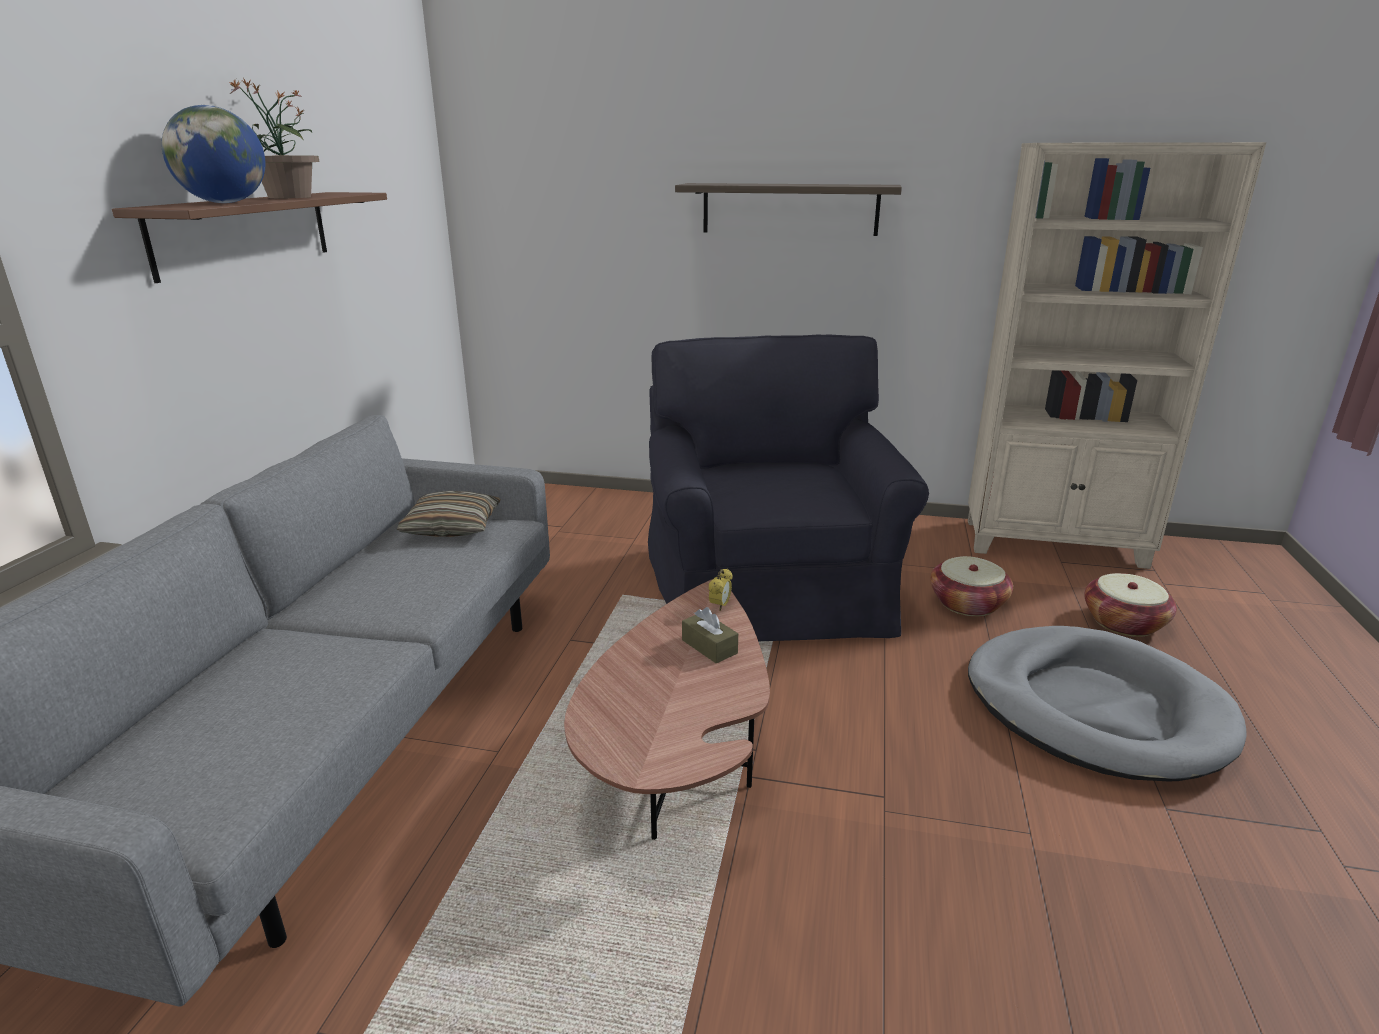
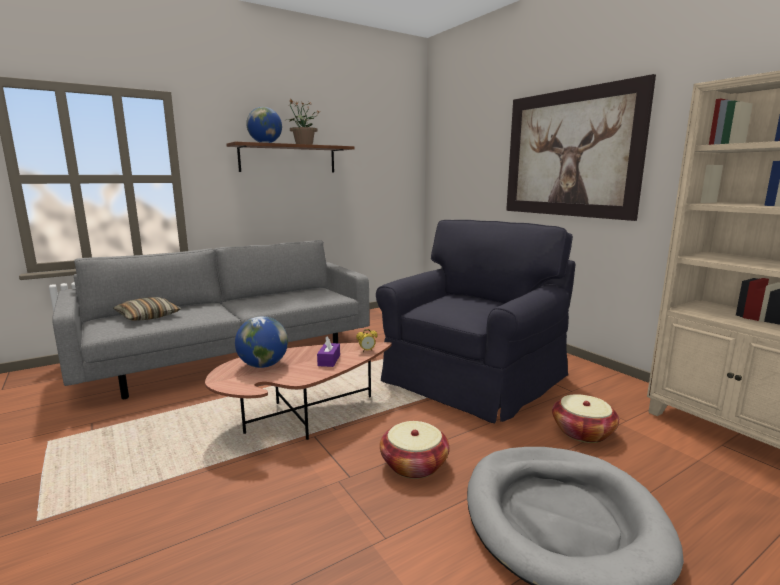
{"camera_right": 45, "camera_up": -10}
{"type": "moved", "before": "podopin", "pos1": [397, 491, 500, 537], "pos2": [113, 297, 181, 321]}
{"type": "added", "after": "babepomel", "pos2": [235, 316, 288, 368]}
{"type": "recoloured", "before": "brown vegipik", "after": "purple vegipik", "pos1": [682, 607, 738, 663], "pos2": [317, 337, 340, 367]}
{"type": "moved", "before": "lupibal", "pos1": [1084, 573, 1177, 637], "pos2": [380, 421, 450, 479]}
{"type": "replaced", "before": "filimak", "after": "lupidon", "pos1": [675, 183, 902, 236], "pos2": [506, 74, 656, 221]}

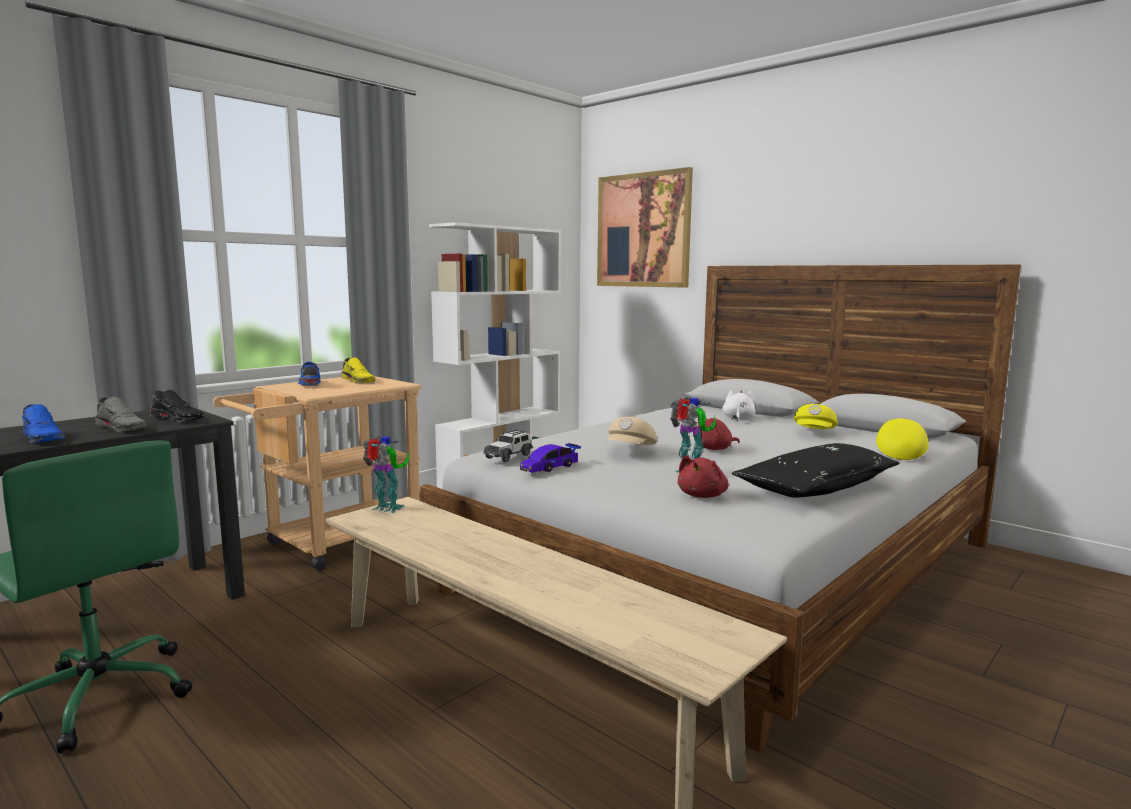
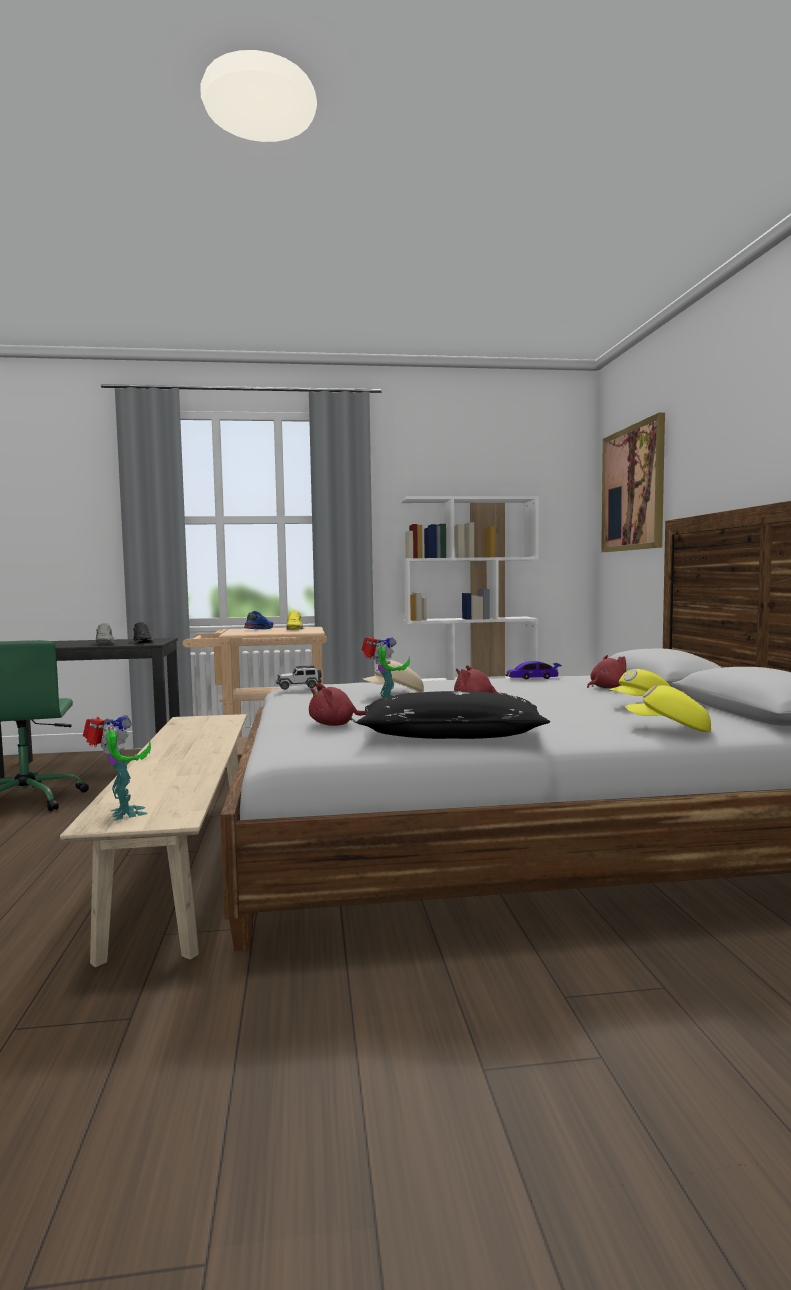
{"camera_right": 40, "camera_up": -5}
{"type": "moved", "before": "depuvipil", "pos1": [362, 436, 409, 513], "pos2": [83, 715, 151, 821]}
{"type": "moved", "before": "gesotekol", "pos1": [520, 443, 581, 473], "pos2": [505, 661, 562, 680]}
{"type": "recoloured", "before": "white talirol", "after": "red talirol", "pos1": [722, 390, 755, 421], "pos2": [587, 655, 626, 688]}
{"type": "turned", "before": "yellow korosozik", "pos1": [876, 418, 928, 460], "pos2": [625, 685, 711, 732], "turn": -135}
{"type": "removed", "before": "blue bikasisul", "pos1": [22, 404, 65, 443]}

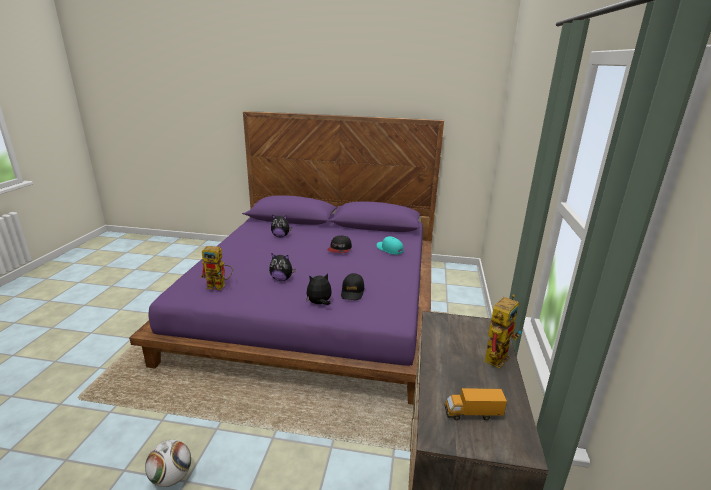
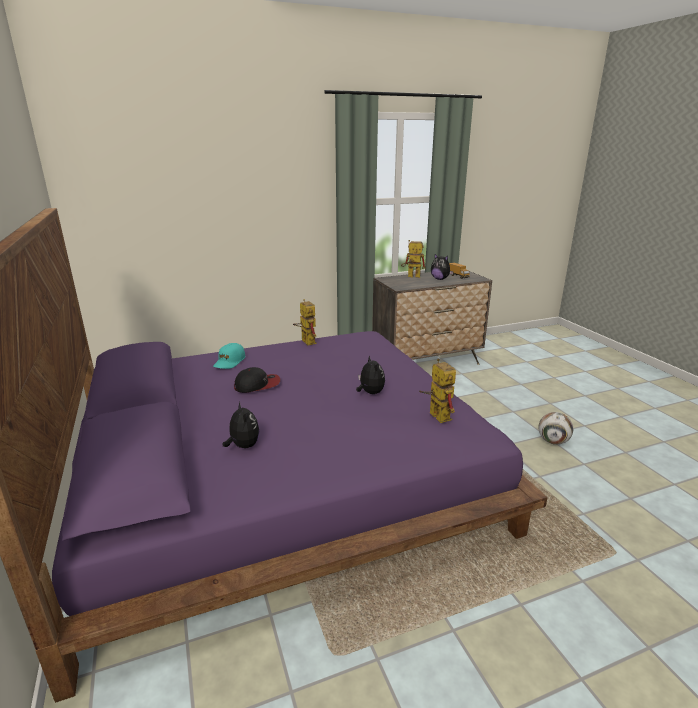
{"camera_right": -120, "camera_up": 0}
{"type": "added", "after": "depuvipil", "pos2": [293, 299, 317, 345]}
{"type": "moved", "before": "talirol", "pos1": [306, 273, 332, 305], "pos2": [431, 254, 454, 280]}
{"type": "removed", "before": "black korosozik", "pos1": [341, 273, 364, 300]}

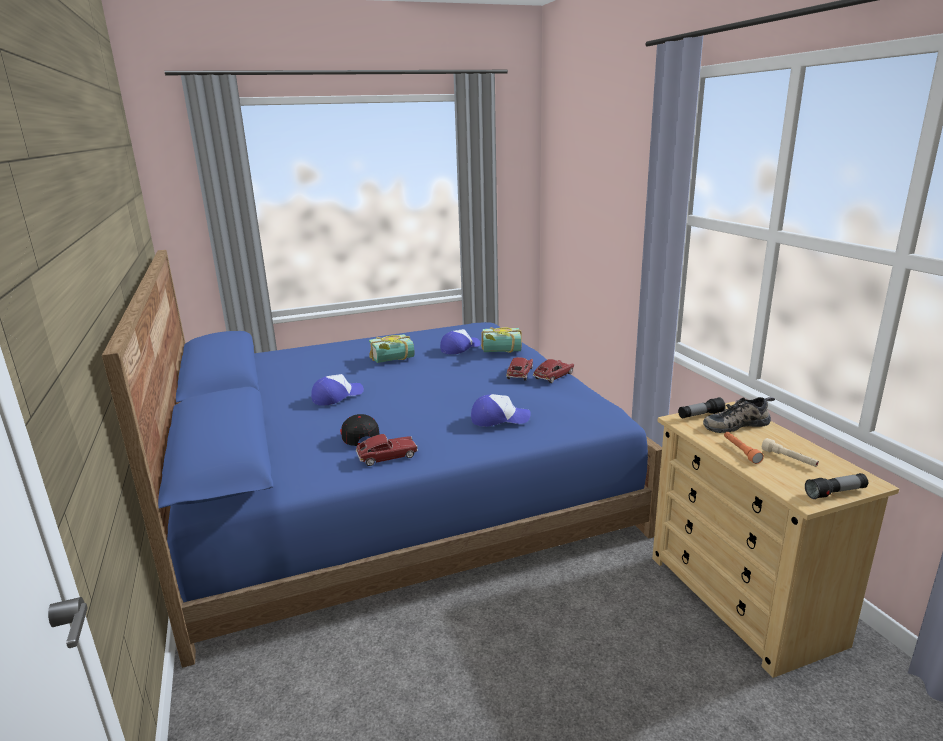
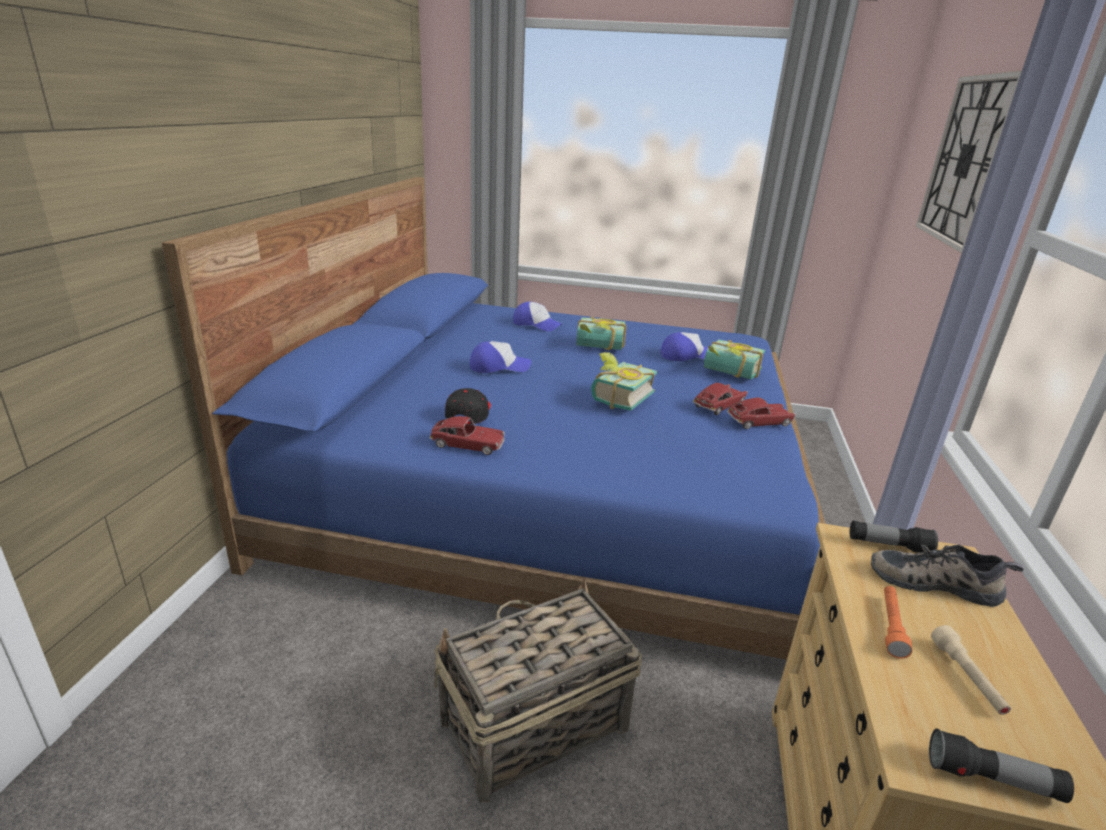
{"camera_right": 30, "camera_up": 5}
{"type": "added", "after": "lupibal", "pos2": [434, 579, 642, 802]}
{"type": "moved", "before": "korosozik", "pos1": [471, 394, 531, 427], "pos2": [513, 302, 562, 331]}
{"type": "added", "after": "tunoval", "pos2": [591, 352, 657, 411]}
{"type": "added", "after": "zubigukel", "pos2": [916, 70, 1022, 253]}

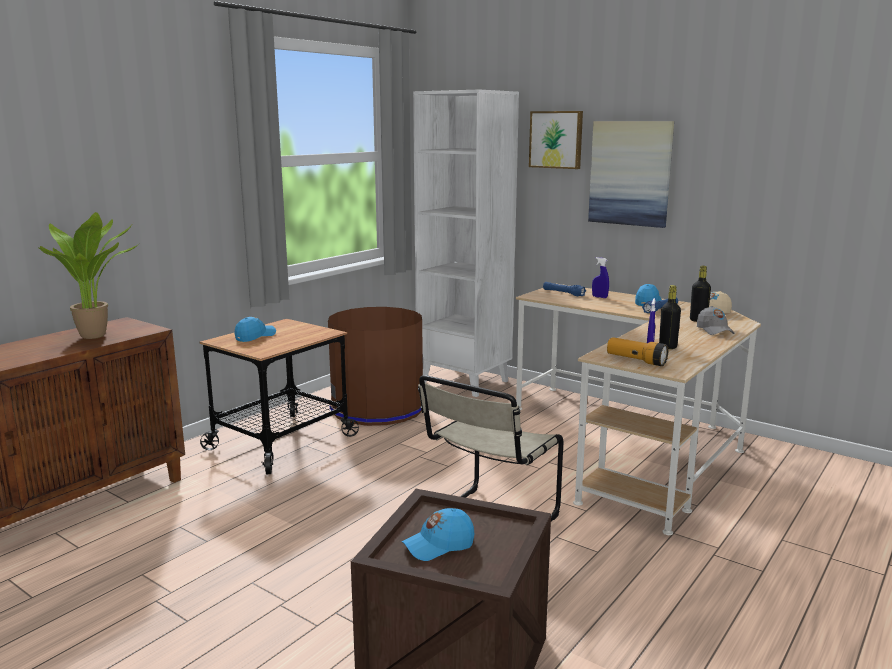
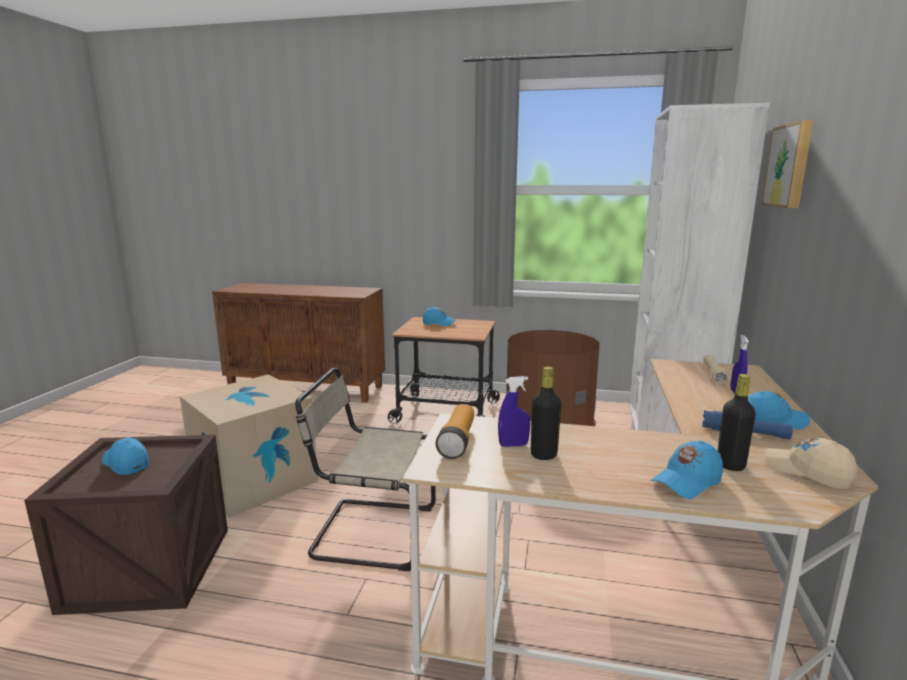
{"camera_right": 65, "camera_up": 0}
{"type": "added", "after": "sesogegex", "pos2": [180, 374, 318, 518]}
{"type": "recoloured", "before": "grey korosozik", "after": "blue korosozik", "pos1": [697, 306, 734, 335], "pos2": [651, 441, 723, 499]}
{"type": "recoloured", "before": "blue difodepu", "after": "beige difodepu", "pos1": [543, 282, 586, 296], "pos2": [703, 354, 728, 384]}
{"type": "removed", "before": "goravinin", "pos1": [38, 212, 138, 339]}
{"type": "removed", "before": "lupidon", "pos1": [588, 121, 674, 228]}

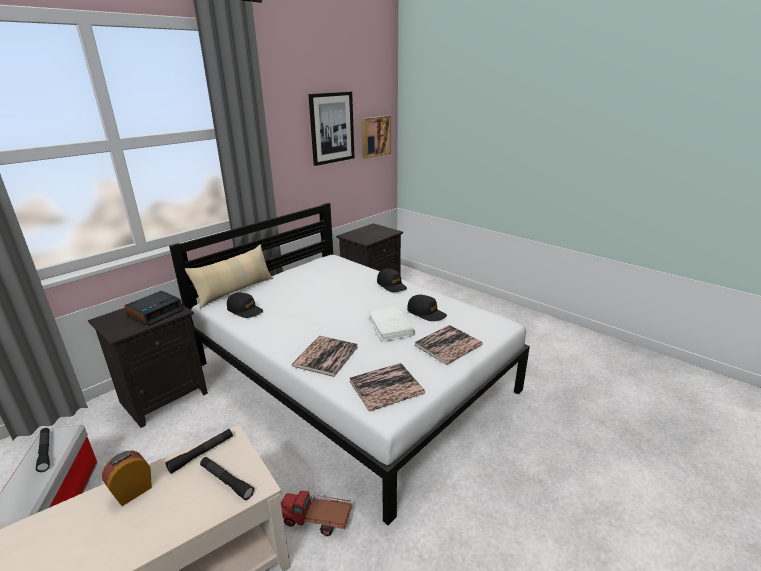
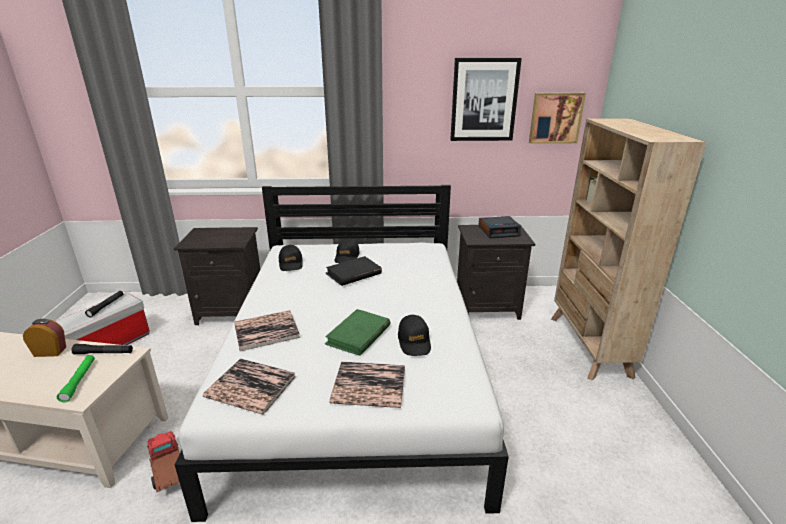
{"camera_right": 45, "camera_up": 0}
{"type": "recoloured", "before": "black difodepu", "after": "green difodepu", "pos1": [200, 457, 254, 500], "pos2": [57, 355, 95, 402]}
{"type": "recoloured", "before": "white tunoval", "after": "green tunoval", "pos1": [368, 307, 415, 341], "pos2": [325, 309, 390, 356]}
{"type": "added", "after": "black tunoval", "pos2": [326, 256, 382, 286]}
{"type": "moved", "before": "black korosozik", "pos1": [377, 268, 407, 292], "pos2": [334, 239, 360, 263]}
{"type": "moved", "before": "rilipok", "pos1": [125, 291, 184, 326], "pos2": [478, 216, 521, 238]}
{"type": "added", "after": "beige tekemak", "pos2": [551, 118, 707, 380]}
{"type": "removed", "before": "beige podopin", "pos1": [185, 244, 273, 308]}

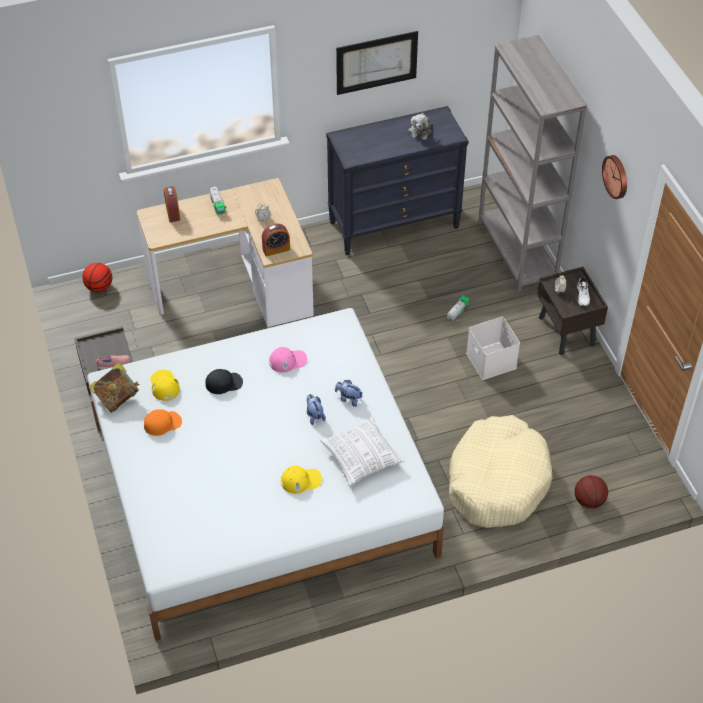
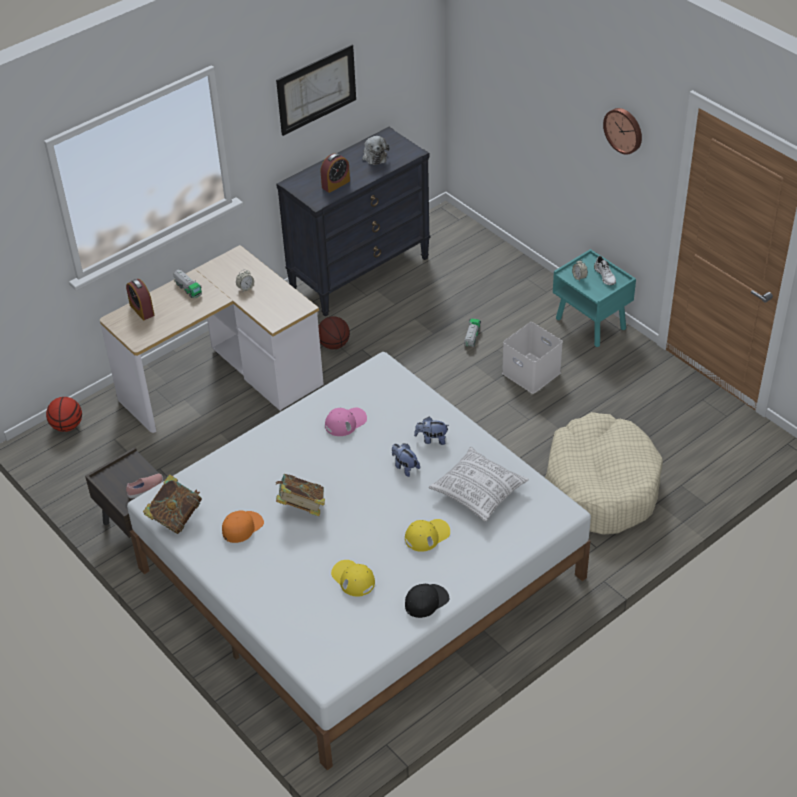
{"camera_right": -20, "camera_up": -5}
{"type": "added", "after": "tunoval", "pos2": [276, 474, 325, 516]}
{"type": "moved", "before": "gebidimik", "pos1": [575, 475, 608, 509], "pos2": [318, 316, 350, 349]}
{"type": "moved", "before": "rilipok", "pos1": [262, 224, 290, 257], "pos2": [321, 153, 350, 193]}
{"type": "moved", "before": "yellow korosozik", "pos1": [150, 370, 180, 401], "pos2": [331, 560, 375, 597]}
{"type": "moved", "before": "black korosozik", "pos1": [205, 369, 243, 394], "pos2": [405, 584, 449, 618]}
{"type": "recoloured", "before": "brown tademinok", "after": "turquoise tademinok", "pos1": [537, 267, 608, 355], "pos2": [553, 249, 636, 347]}
{"type": "removed", "before": "grey tekemak", "pos1": [478, 35, 587, 292]}

